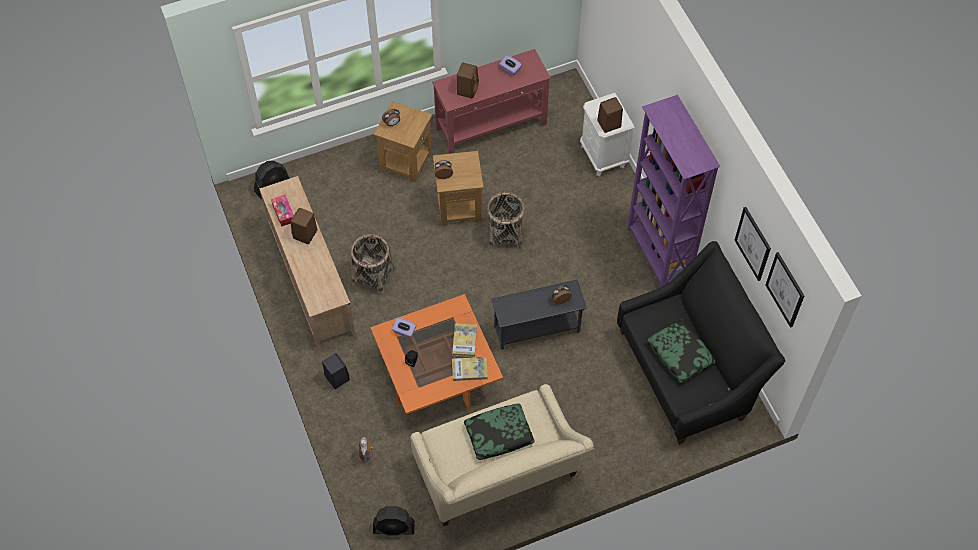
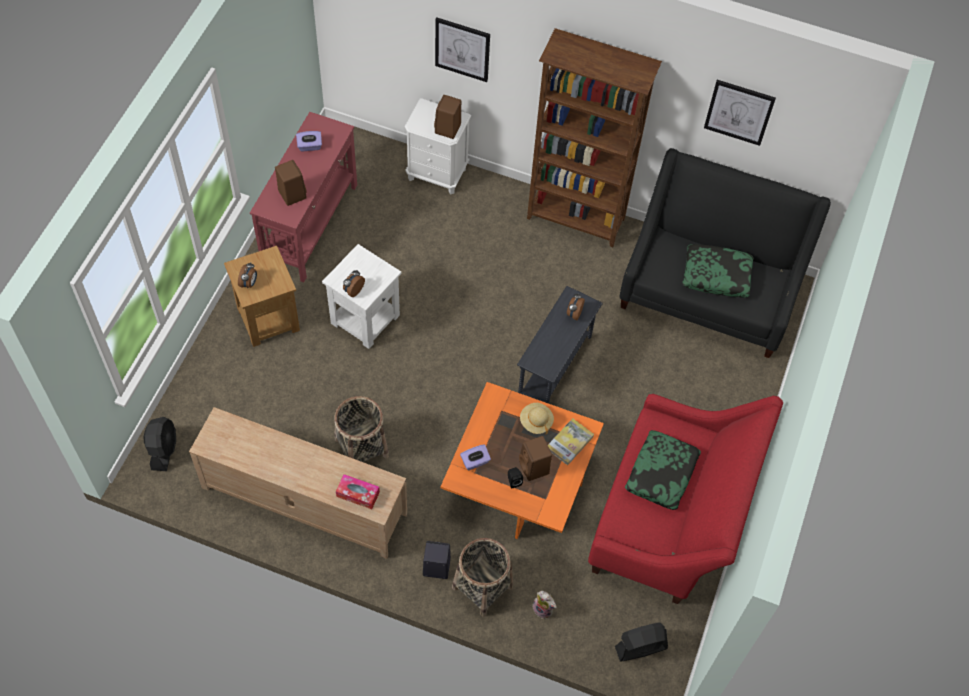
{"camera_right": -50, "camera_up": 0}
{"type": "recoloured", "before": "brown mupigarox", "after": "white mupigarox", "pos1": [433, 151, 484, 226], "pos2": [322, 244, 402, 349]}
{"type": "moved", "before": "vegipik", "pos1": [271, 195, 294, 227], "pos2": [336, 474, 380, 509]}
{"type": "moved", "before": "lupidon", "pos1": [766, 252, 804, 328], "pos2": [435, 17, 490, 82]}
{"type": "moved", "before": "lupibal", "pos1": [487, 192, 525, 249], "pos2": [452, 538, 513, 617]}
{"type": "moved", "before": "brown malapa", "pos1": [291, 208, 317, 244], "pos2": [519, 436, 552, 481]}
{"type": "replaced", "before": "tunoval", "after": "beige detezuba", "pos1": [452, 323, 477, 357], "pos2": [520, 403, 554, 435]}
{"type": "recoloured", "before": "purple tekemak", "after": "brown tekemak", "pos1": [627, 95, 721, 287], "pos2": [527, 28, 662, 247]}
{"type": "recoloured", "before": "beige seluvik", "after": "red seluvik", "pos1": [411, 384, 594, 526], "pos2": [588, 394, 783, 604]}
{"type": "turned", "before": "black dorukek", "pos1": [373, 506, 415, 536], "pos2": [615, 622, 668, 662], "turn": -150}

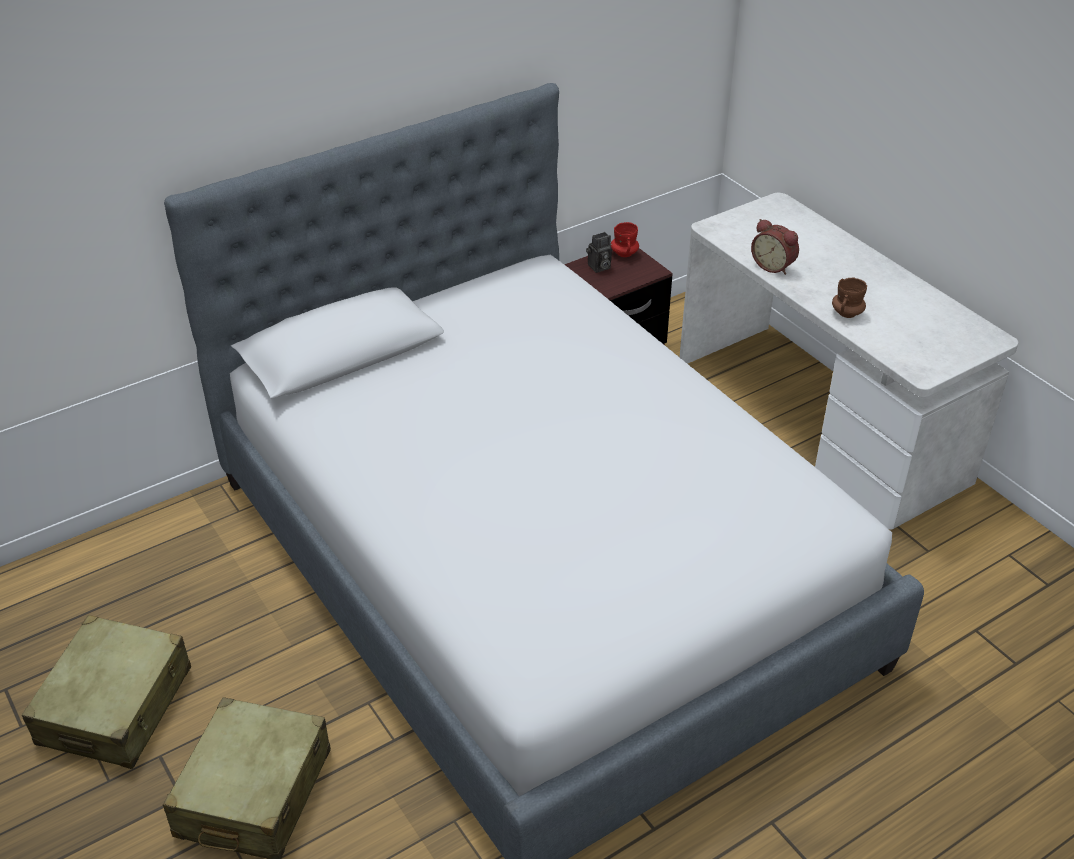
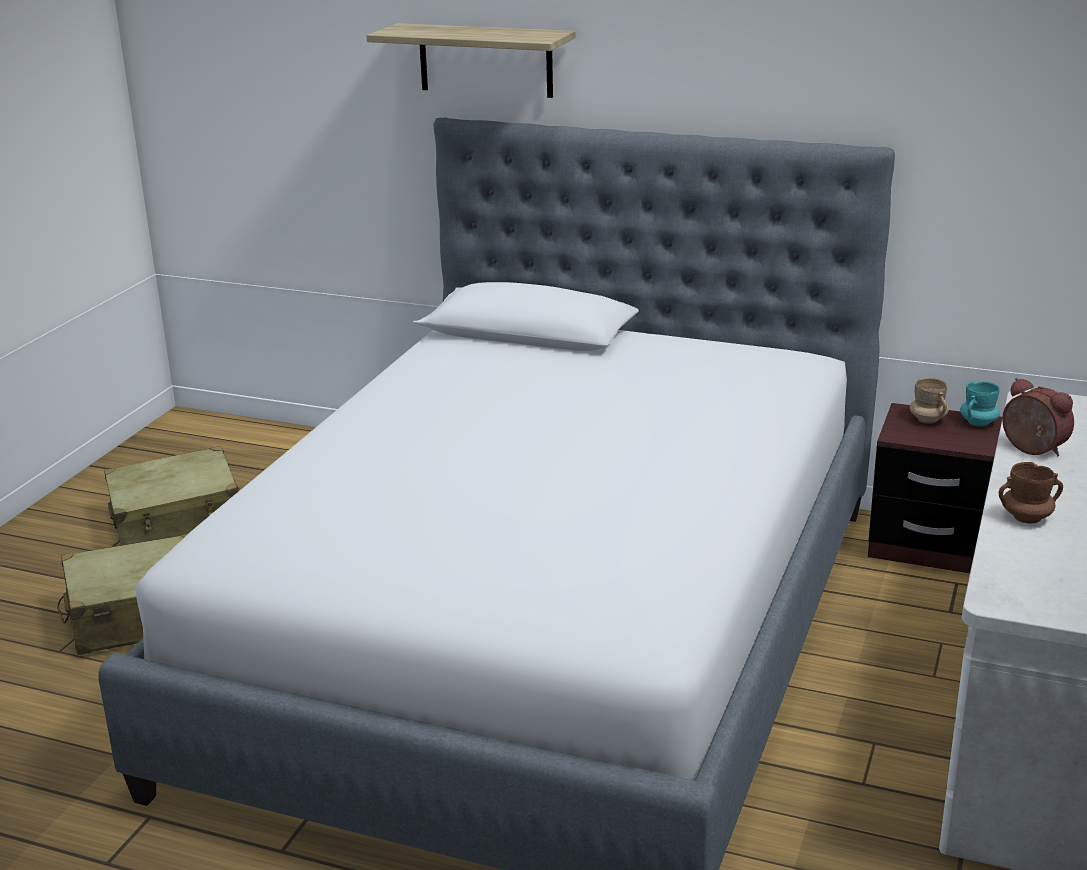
{"camera_right": 55, "camera_up": -15}
{"type": "added", "after": "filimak", "pos2": [366, 23, 575, 98]}
{"type": "replaced", "before": "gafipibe", "after": "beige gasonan", "pos1": [586, 232, 612, 273], "pos2": [910, 378, 949, 424]}
{"type": "recoloured", "before": "red gasonan", "after": "turquoise gasonan", "pos1": [611, 222, 639, 257], "pos2": [960, 381, 1000, 427]}
{"type": "turned", "before": "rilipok", "pos1": [751, 219, 799, 275], "pos2": [1002, 378, 1074, 456], "turn": 135}

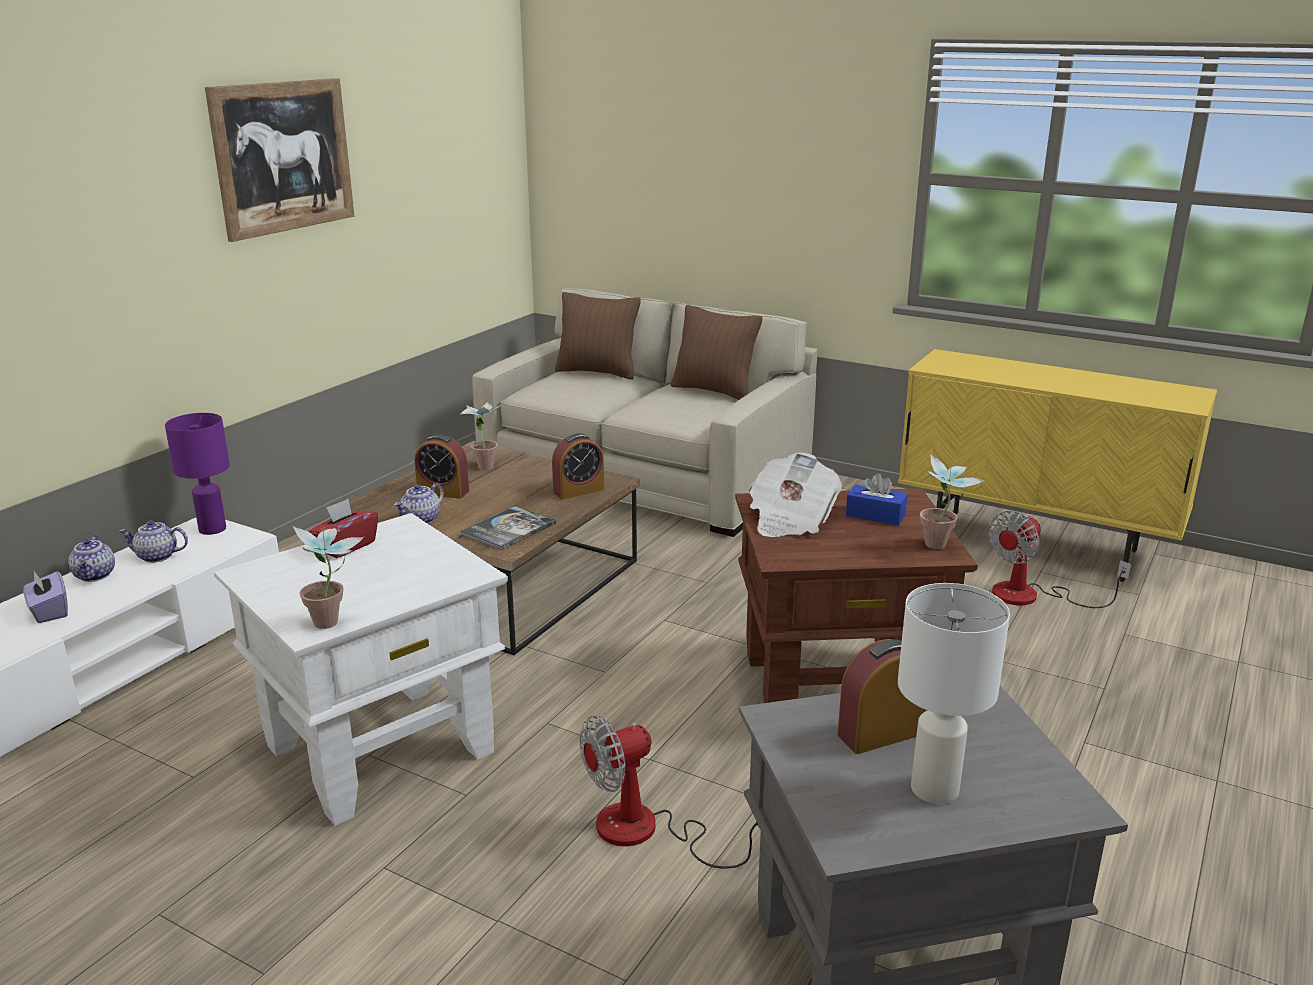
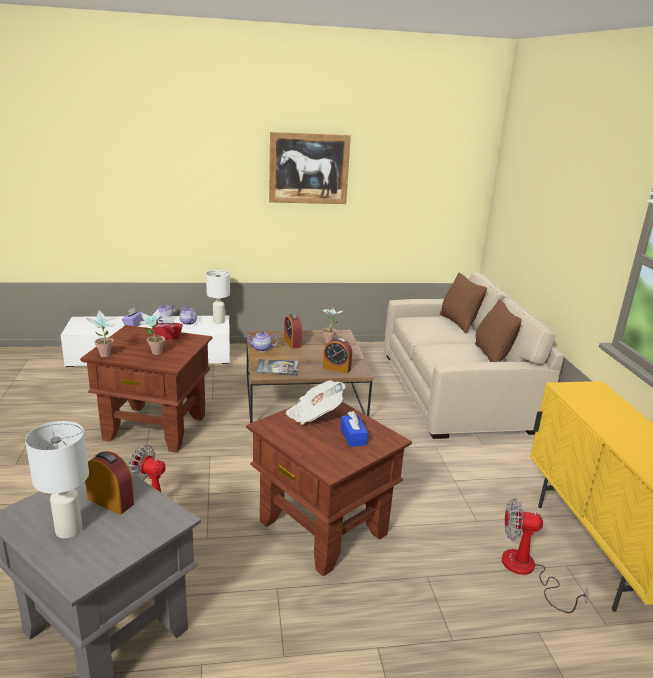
{"camera_right": 50, "camera_up": 0}
{"type": "recoloured", "before": "white mupigarox", "after": "brown mupigarox", "pos1": [214, 513, 508, 826], "pos2": [80, 325, 212, 453]}
{"type": "moved", "before": "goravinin", "pos1": [920, 453, 985, 549], "pos2": [139, 309, 167, 355]}
{"type": "recoloured", "before": "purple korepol", "after": "white korepol", "pos1": [165, 413, 230, 535], "pos2": [206, 270, 230, 324]}

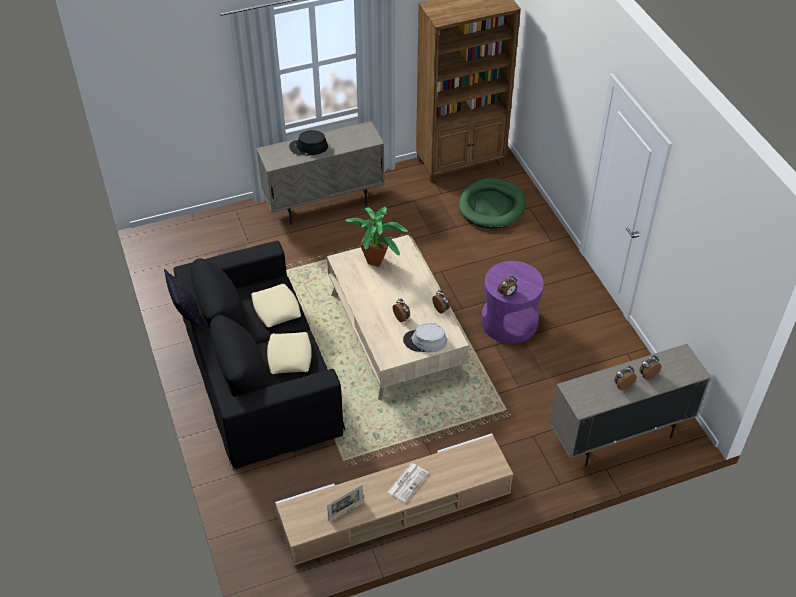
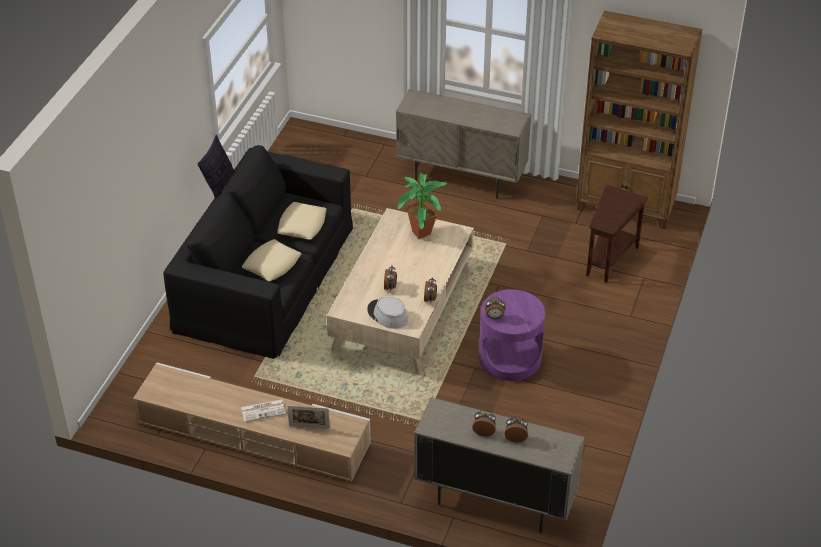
{"camera_right": 40, "camera_up": -5}
{"type": "moved", "before": "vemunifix", "pos1": [327, 484, 363, 521], "pos2": [288, 406, 330, 429]}
{"type": "replaced", "before": "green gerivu", "after": "brown mupigarox", "pos1": [458, 178, 526, 228], "pos2": [586, 185, 648, 283]}
{"type": "removed", "before": "black detezuba", "pos1": [289, 130, 328, 155]}

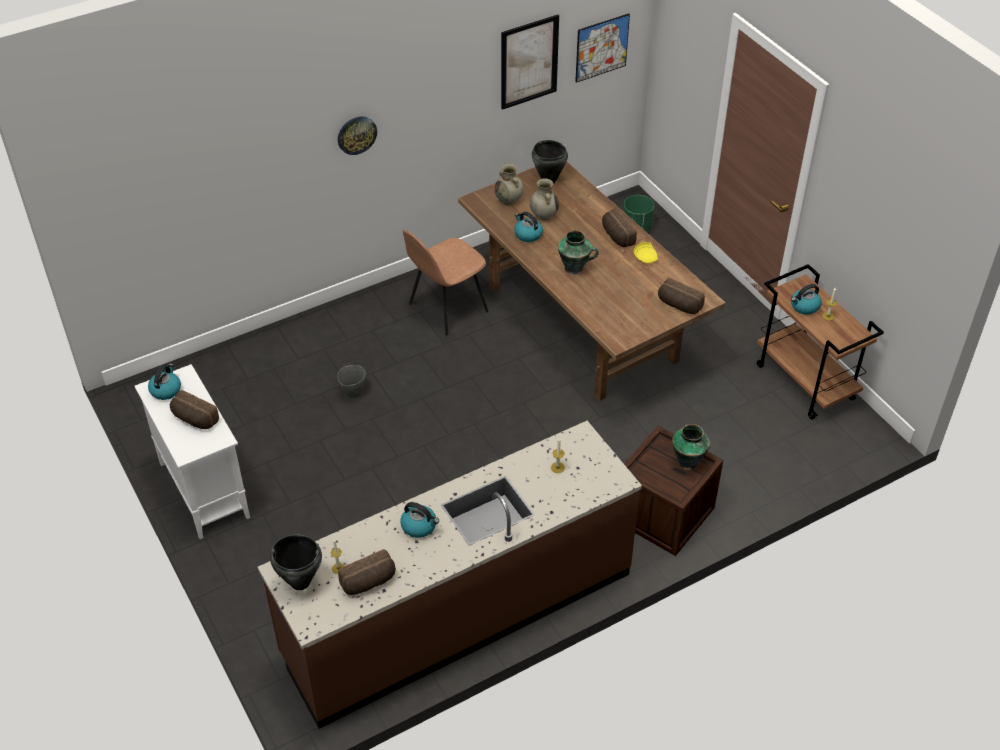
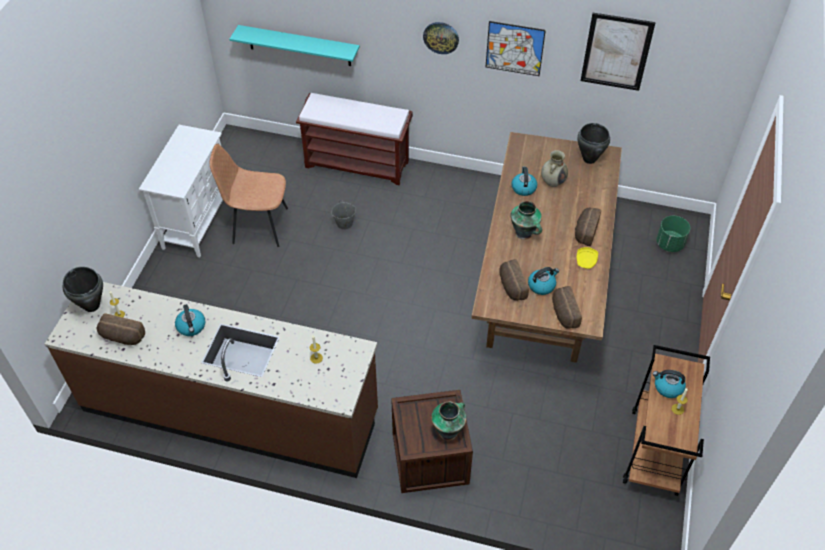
{"camera_right": 45, "camera_up": 5}
{"type": "moved", "before": "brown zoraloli", "pos1": [403, 230, 488, 336], "pos2": [210, 144, 288, 247]}
{"type": "added", "after": "turquoise filimak", "pos2": [229, 25, 360, 66]}
{"type": "added", "after": "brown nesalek", "pos2": [296, 93, 413, 185]}
{"type": "moved", "before": "lupidon", "pos1": [575, 13, 630, 83], "pos2": [486, 21, 546, 76]}
{"type": "moved", "before": "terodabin", "pos1": [170, 390, 219, 429], "pos2": [499, 259, 529, 301]}
{"type": "moved", "before": "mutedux", "pos1": [148, 364, 181, 400], "pos2": [528, 267, 559, 295]}
{"type": "removed", "before": "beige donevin", "pos1": [495, 163, 524, 205]}

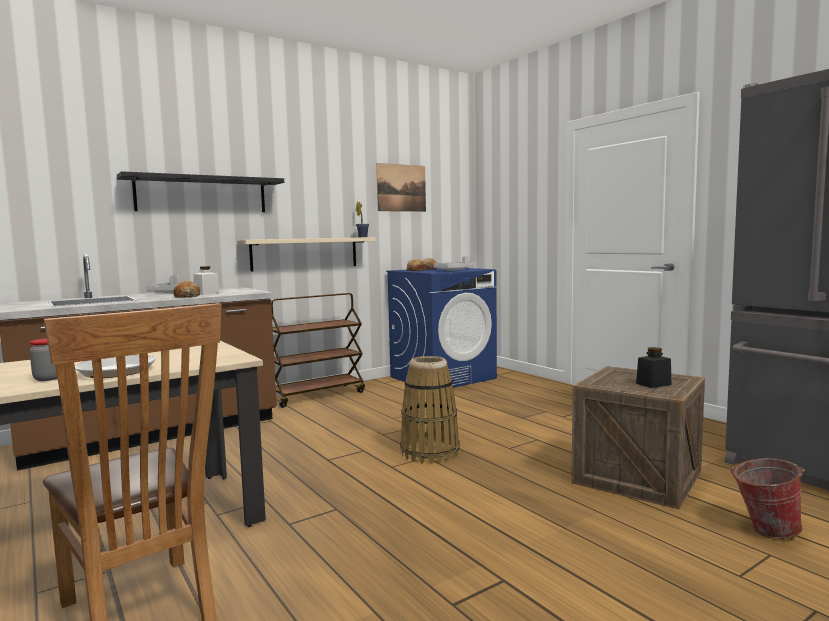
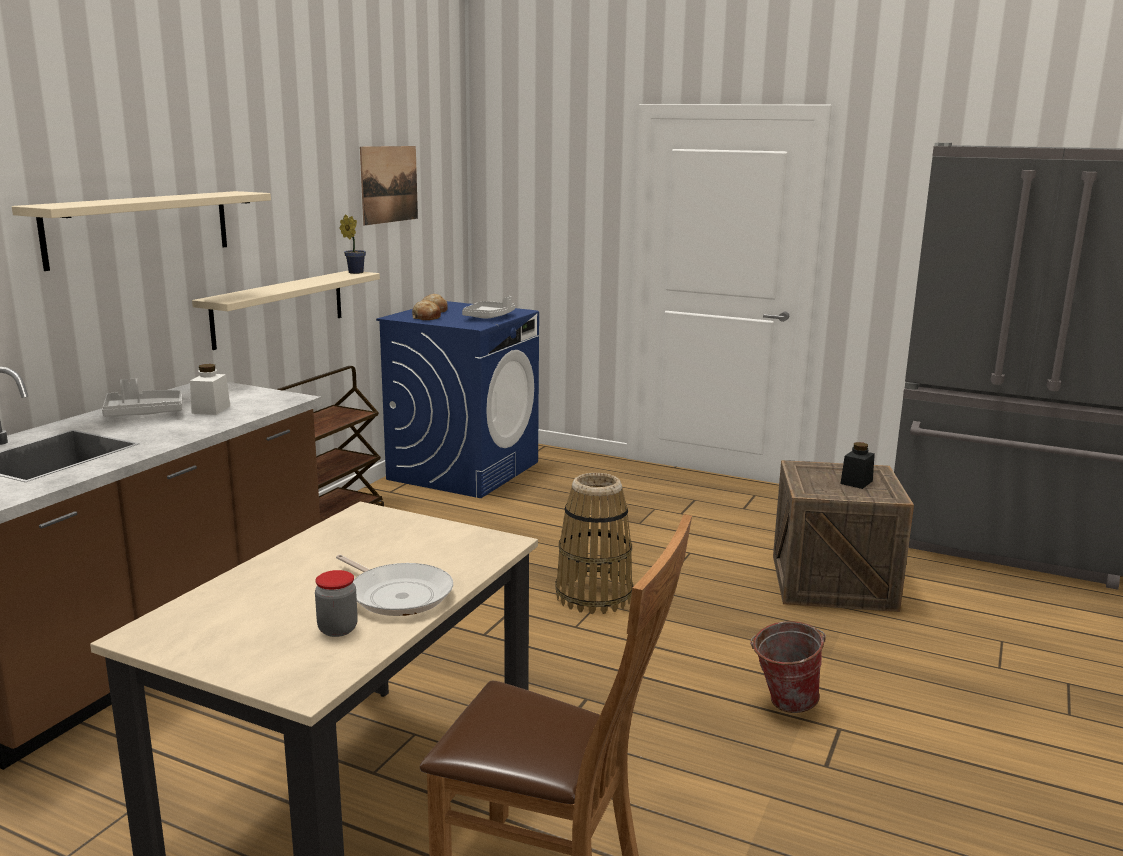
{"camera_right": -30, "camera_up": 10}
{"type": "recoloured", "before": "black filimak", "after": "beige filimak", "pos1": [117, 171, 284, 212], "pos2": [12, 191, 271, 271]}
{"type": "moved", "before": "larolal", "pos1": [730, 458, 805, 539], "pos2": [750, 621, 826, 713]}
{"type": "removed", "before": "terodabin", "pos1": [173, 281, 200, 298]}

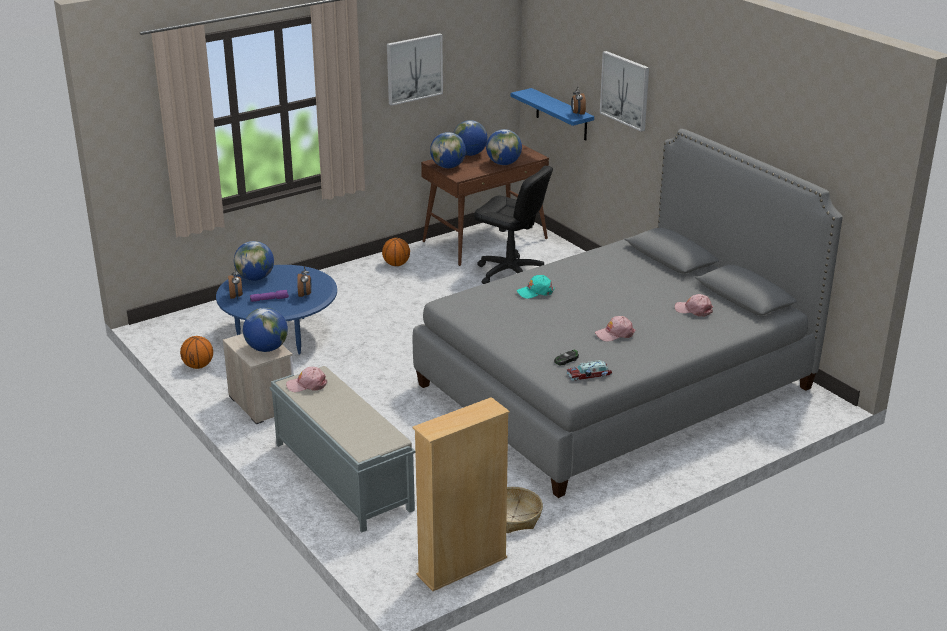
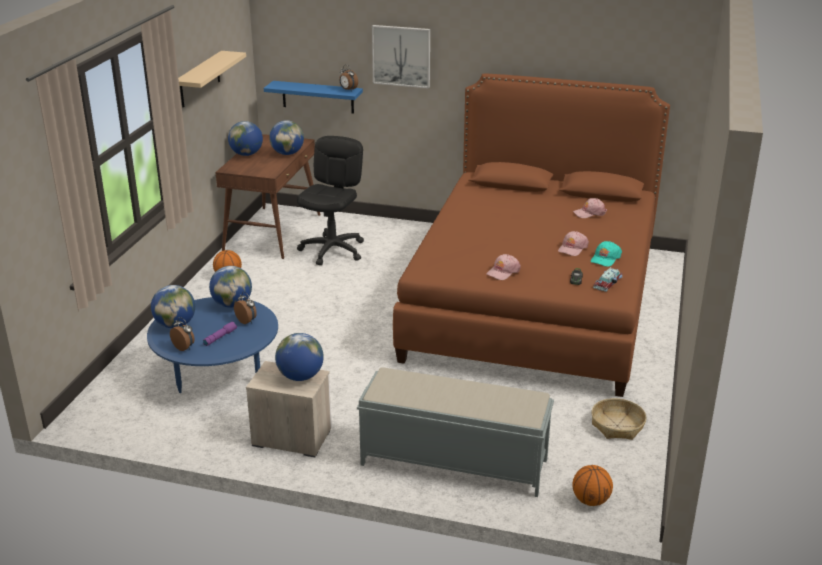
{"camera_right": -40, "camera_up": 0}
{"type": "replaced", "before": "lupidon", "after": "beige filimak", "pos1": [387, 33, 443, 106], "pos2": [178, 51, 246, 107]}
{"type": "moved", "before": "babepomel", "pos1": [430, 132, 466, 168], "pos2": [209, 266, 252, 308]}
{"type": "turned", "before": "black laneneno", "pos1": [474, 166, 553, 284], "pos2": [297, 136, 364, 265], "turn": -60}
{"type": "recoloured", "before": "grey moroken", "after": "brown moroken", "pos1": [413, 129, 843, 498], "pos2": [393, 74, 670, 397]}
{"type": "moved", "before": "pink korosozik", "pos1": [286, 367, 327, 392], "pos2": [486, 254, 521, 280]}
{"type": "moved", "before": "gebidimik", "pos1": [180, 336, 213, 369], "pos2": [572, 465, 613, 506]}
{"type": "moved", "before": "turquoise korosozik", "pos1": [517, 275, 555, 299], "pos2": [591, 241, 622, 267]}
{"type": "removed", "before": "beige tekemak", "pos1": [412, 397, 510, 591]}

